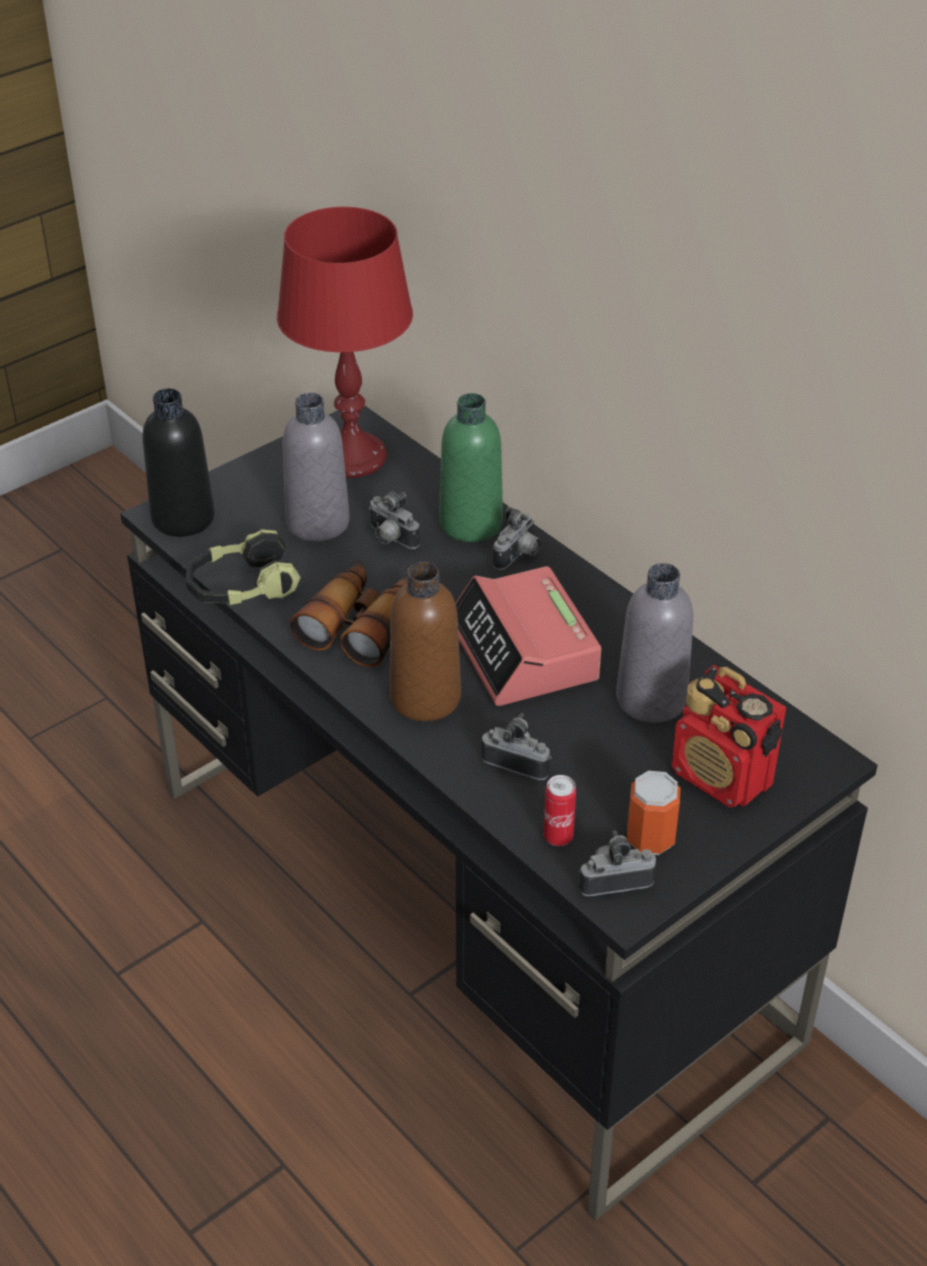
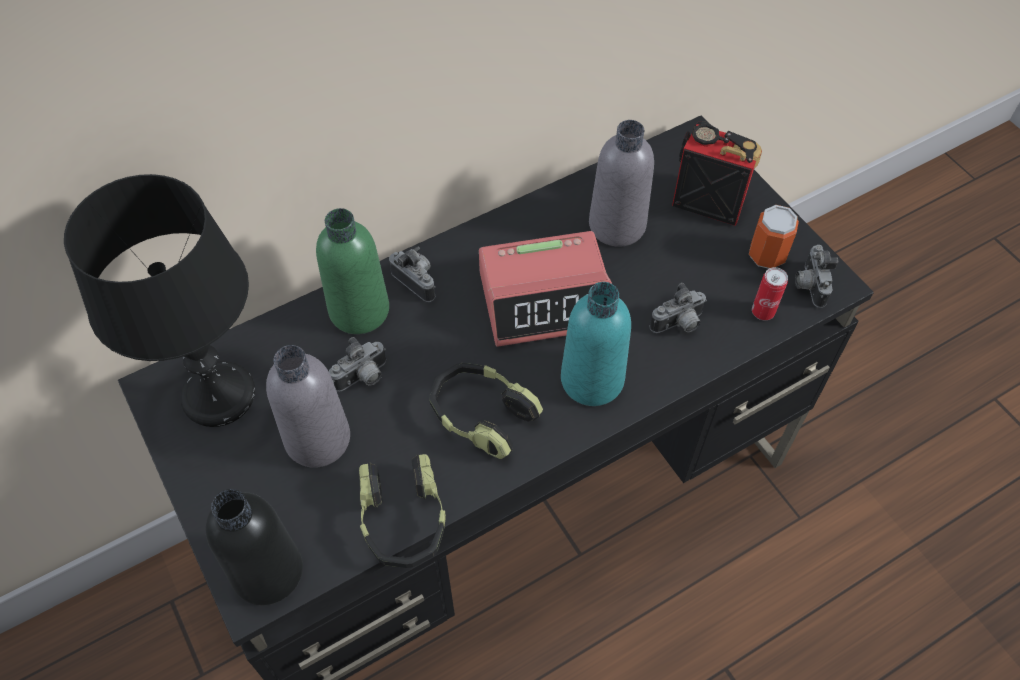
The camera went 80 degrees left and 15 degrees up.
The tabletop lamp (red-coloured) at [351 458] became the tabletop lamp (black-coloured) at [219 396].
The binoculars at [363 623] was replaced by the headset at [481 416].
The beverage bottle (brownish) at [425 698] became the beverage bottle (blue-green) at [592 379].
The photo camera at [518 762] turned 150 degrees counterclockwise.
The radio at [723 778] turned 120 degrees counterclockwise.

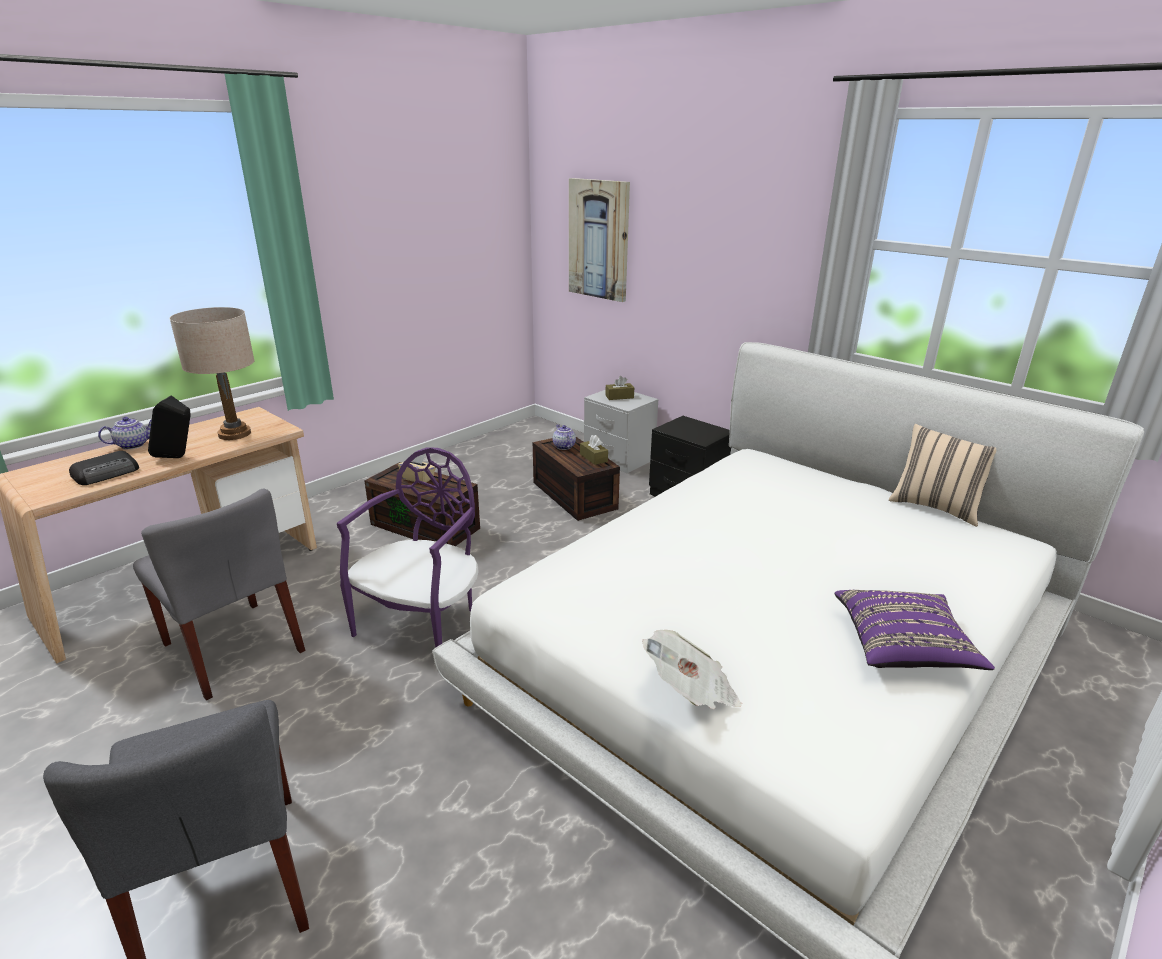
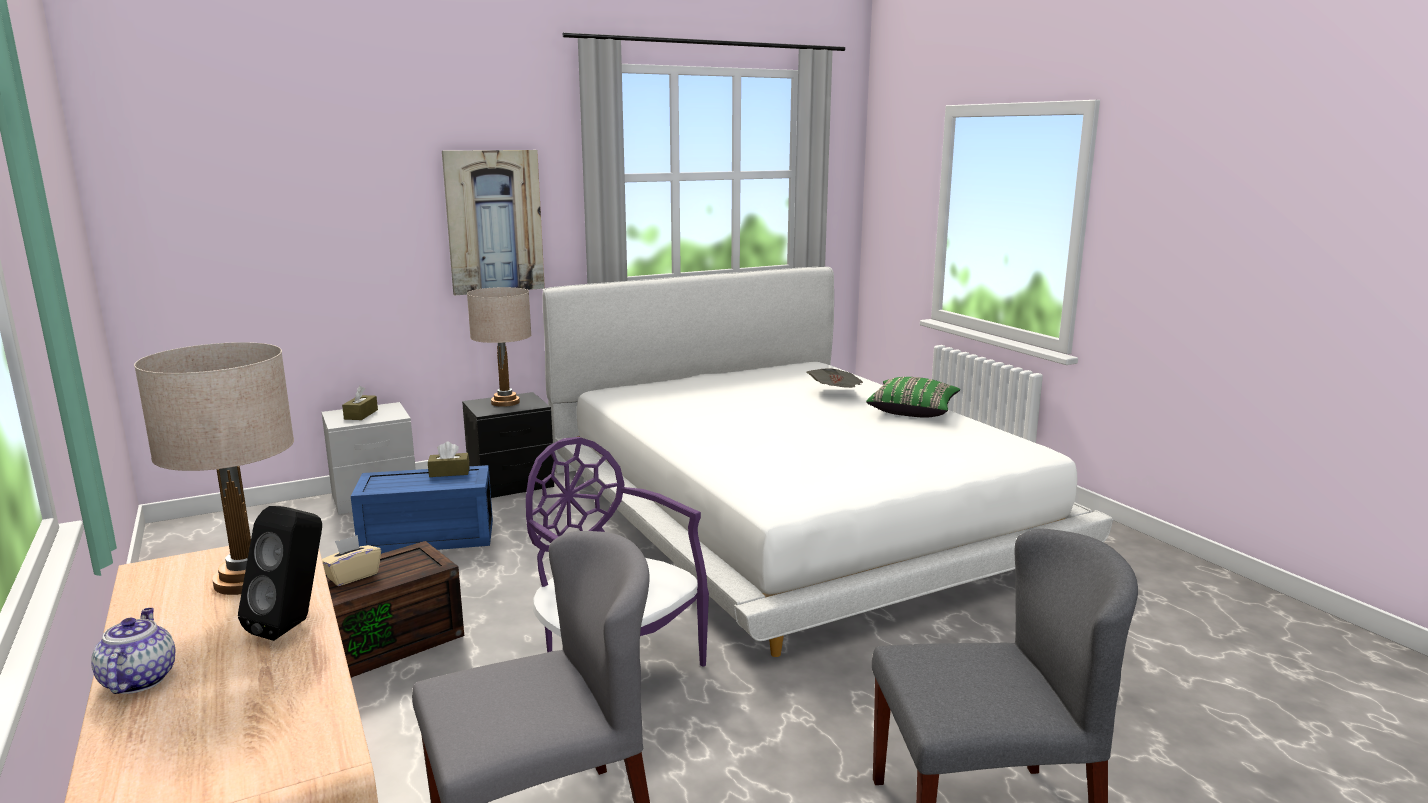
The camera went 70 degrees left and 10 degrees down.
The storage bin (brownish) at [572 495] became the storage bin (blue-coloured) at [426 538].
The wall art moved from [599 239] to [494 222].
The tabletop lamp (beige) at [505 402] appeared.
The newspaper moved from [691 691] to [835 393].
The throw pillow (purplish) at [903 647] became the throw pillow (green) at [913 411].
The radio at [107 473] disappeared.
The teapot at [563 446] disappeared.
The throw pillow (beige) at [935 507] disappeared.

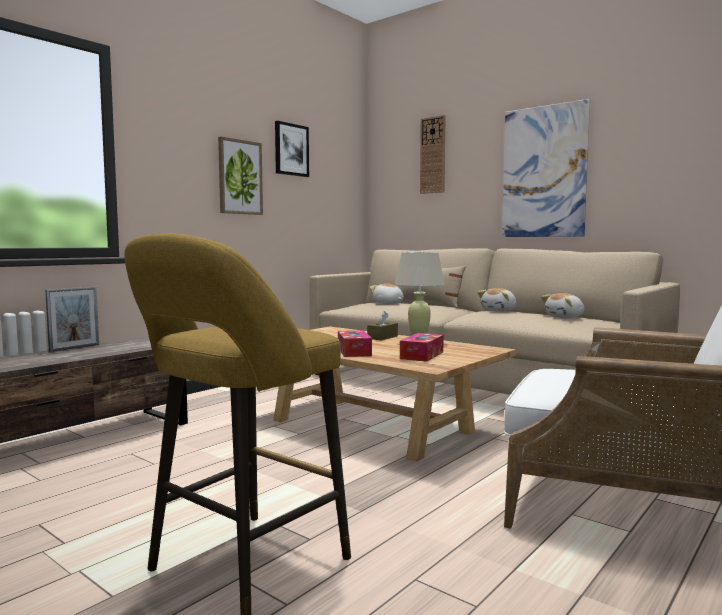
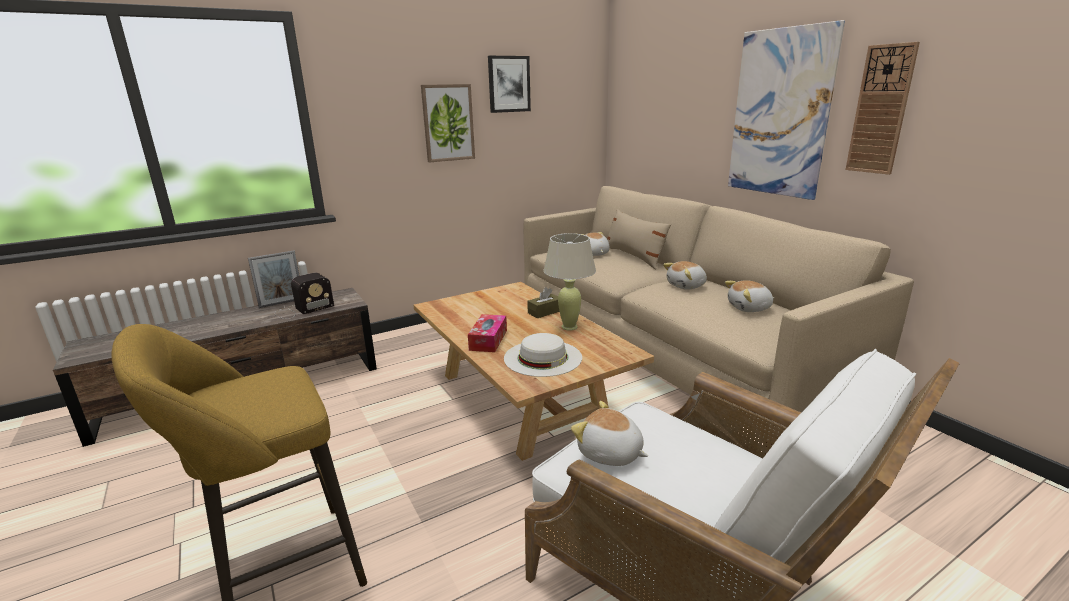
The camera went 20 degrees right and 15 degrees up.
The radio at [302 309] appeared.
The tissue box at [422 355] was replaced by the clothing hat (white) at [543 357].
The cuddly toy at [610 454] appeared.
The hanging clock moved from [433 155] to [880 110].

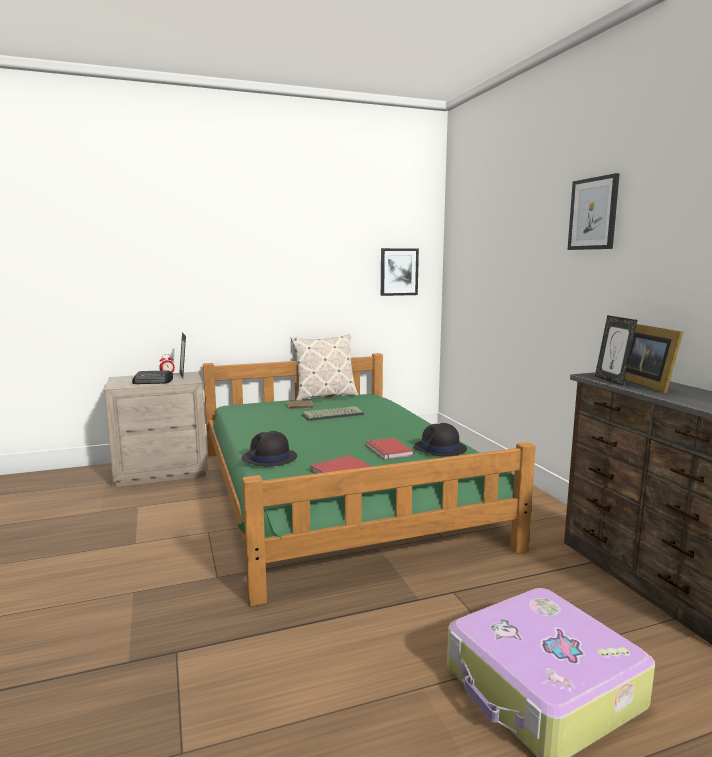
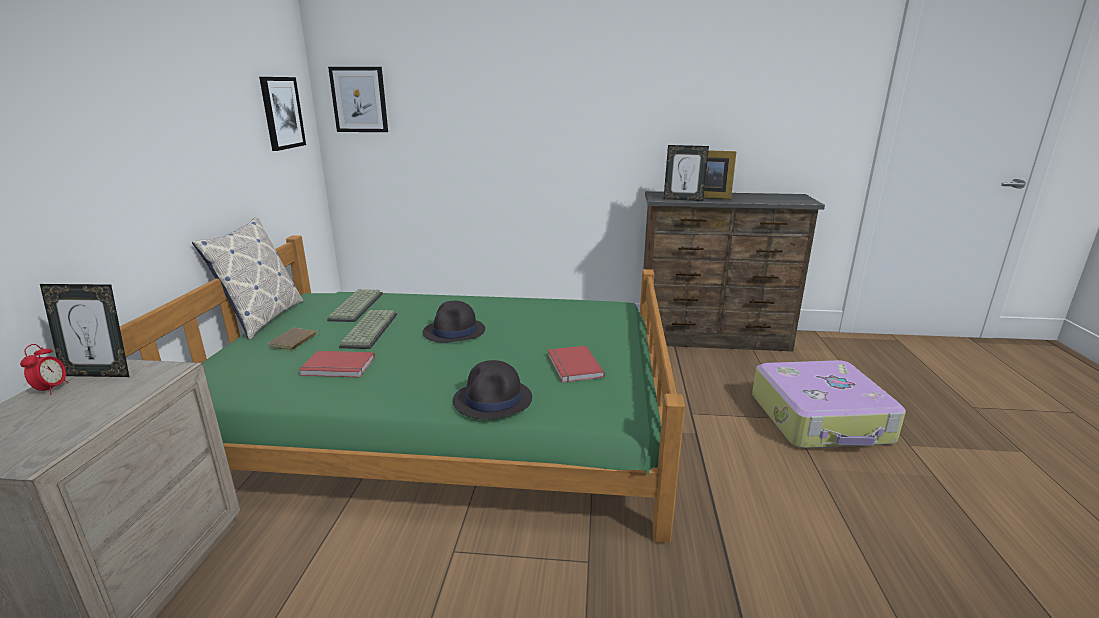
The camera went 65 degrees left and 10 degrees up.
The bound book (red-coloured) moved from [387 450] to [337 367].
The PC keyboard at [355 306] appeared.
The wall art moved from [593 214] to [359 100].
The clothing hat (black-coloured) moved from [440 449] to [454 332].
The radio at [153 381] disappeared.

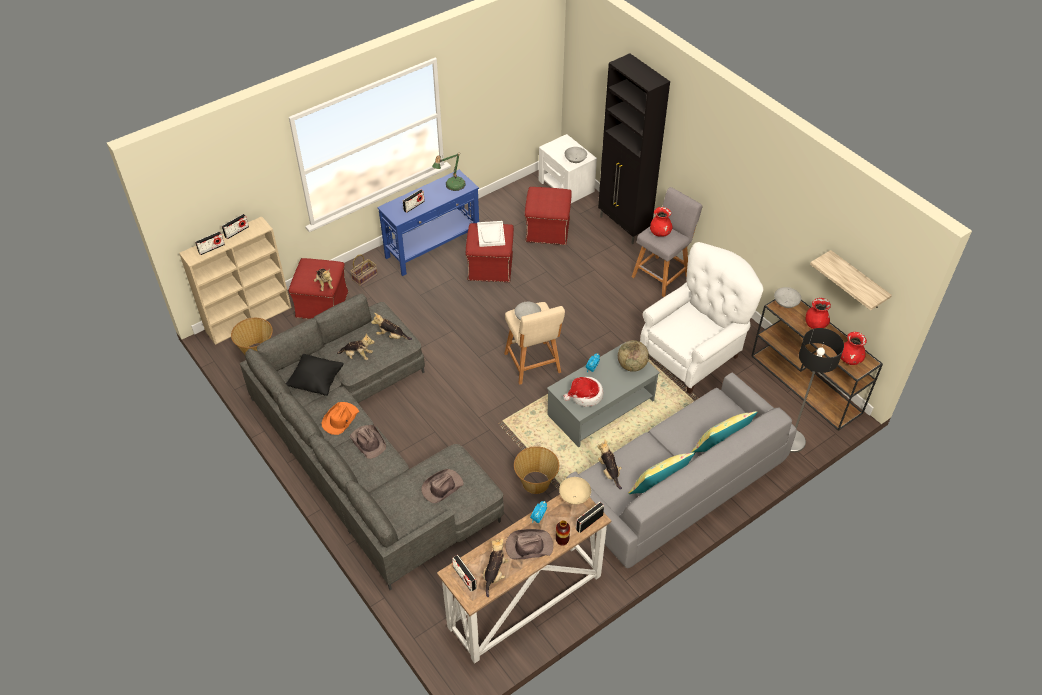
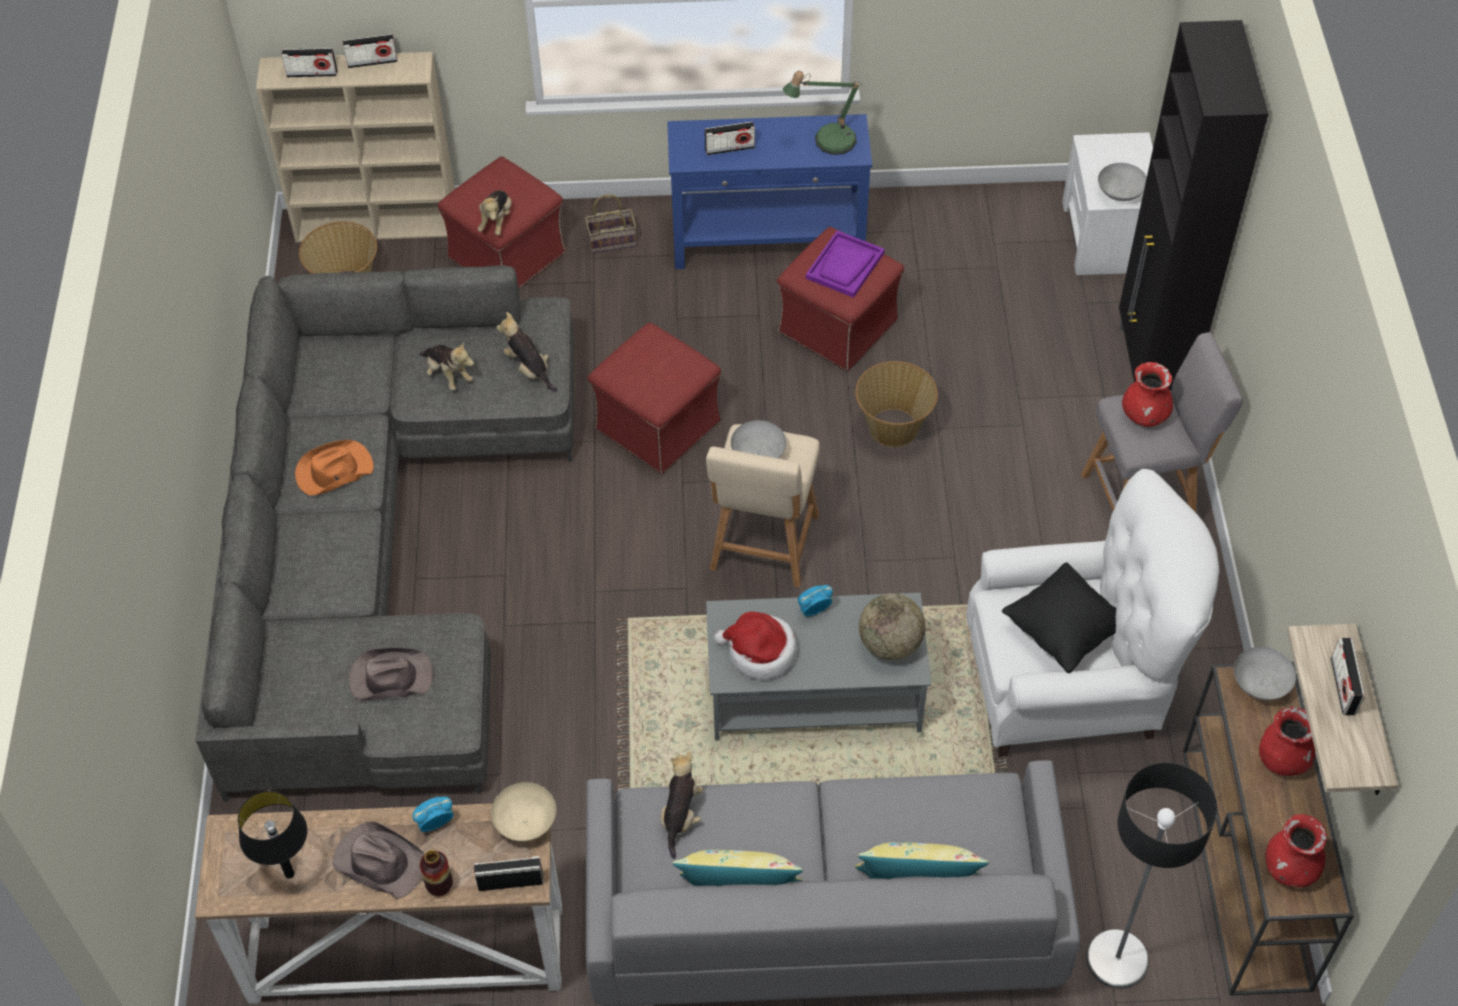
The camera went 35 degrees right and 5 degrees up.
The cuddly toy at [495 573] was replaced by the tabletop lamp (black-coloured) at [289 874].
The ottoman (red-coloured) moved from [547 230] to [656 425].
The serving tray (white) at [491 235] became the serving tray (purplish) at [845 266].
The storage basket moved from [536 483] to [893 428].
The throw pillow (black-coloured) moved from [316 382] to [1064 631].
The radio moved from [464 577] to [1343 686].
The clothing hat (brownish) at [368 442] disappeared.

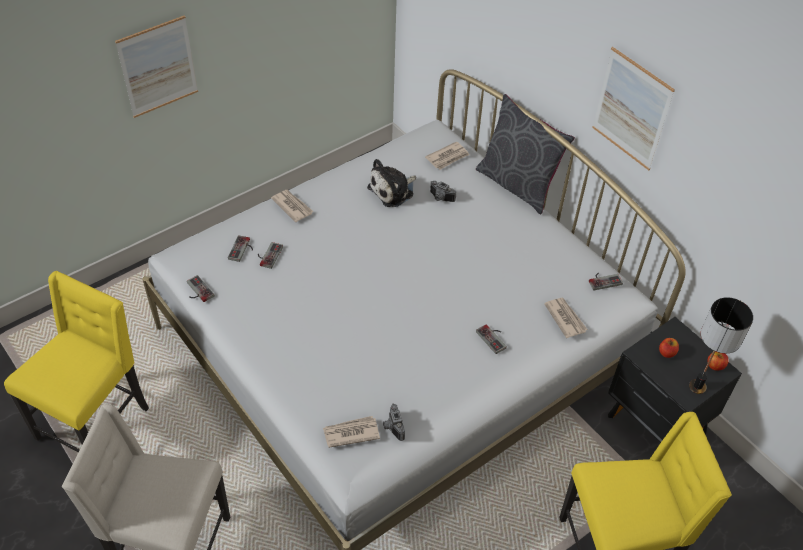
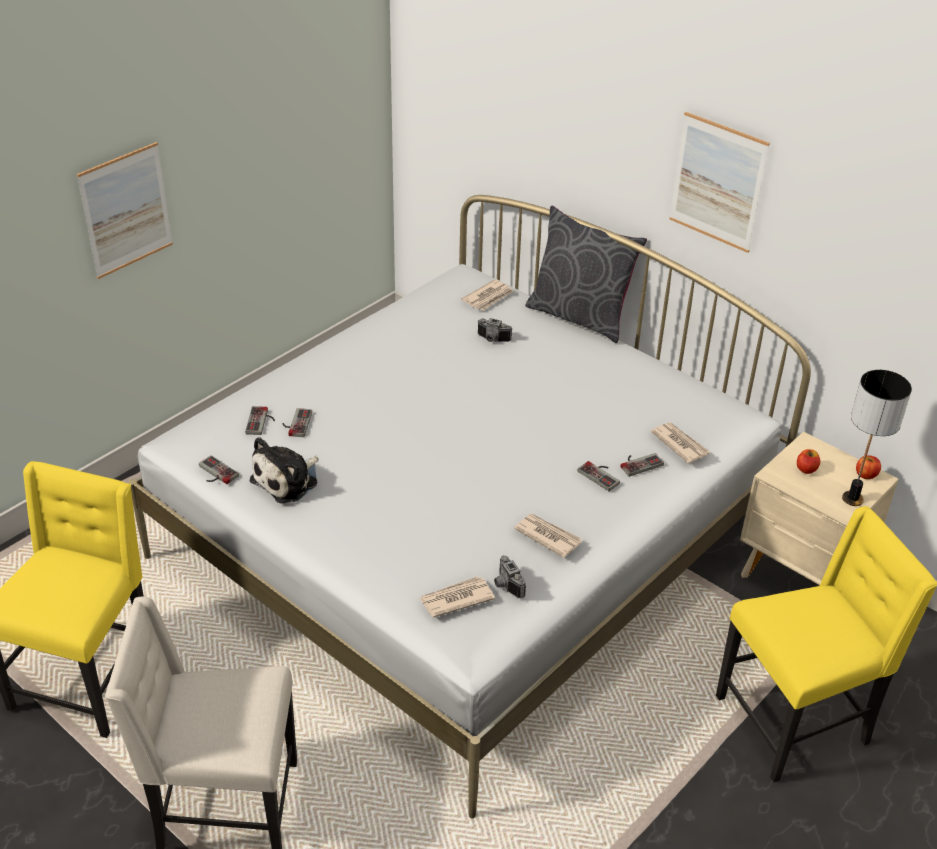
The camera went 10 degrees left and 10 degrees down.
The cuddly toy moved from [393 191] to [288 480].
The newspaper moved from [292 206] to [547 536].
The gamepad moved from [603 280] to [639 463].
The night table (black-coloured) at [656 426] became the night table (beige) at [801 579].

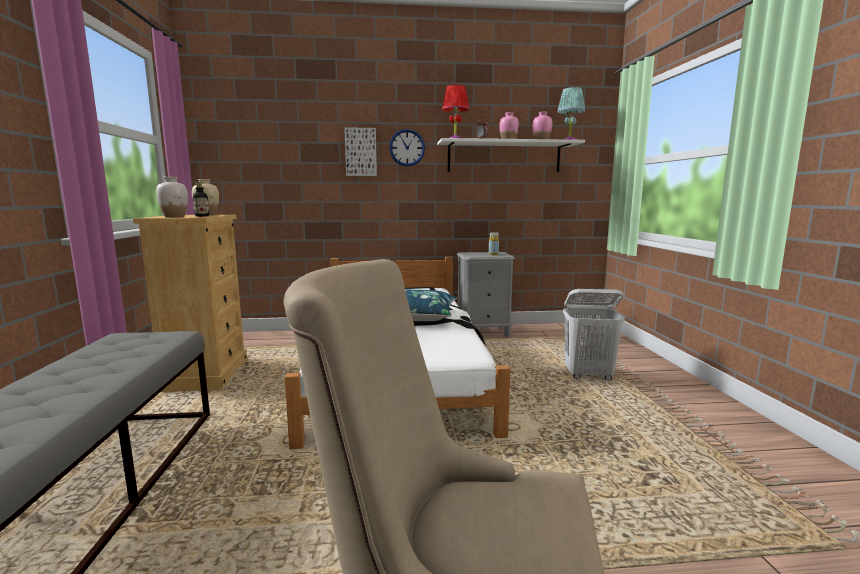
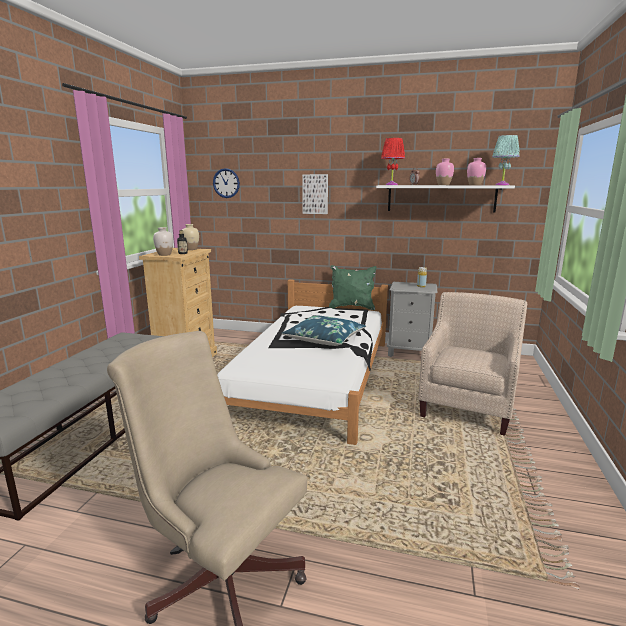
The camera went 20 degrees right and 5 degrees up.
The hanging clock moved from [407 147] to [226 183].
The throw pillow (green) at [352 307] appeared.
The laundry basket (white) at [588 375] was replaced by the easy chair (beige) at [468 407].

